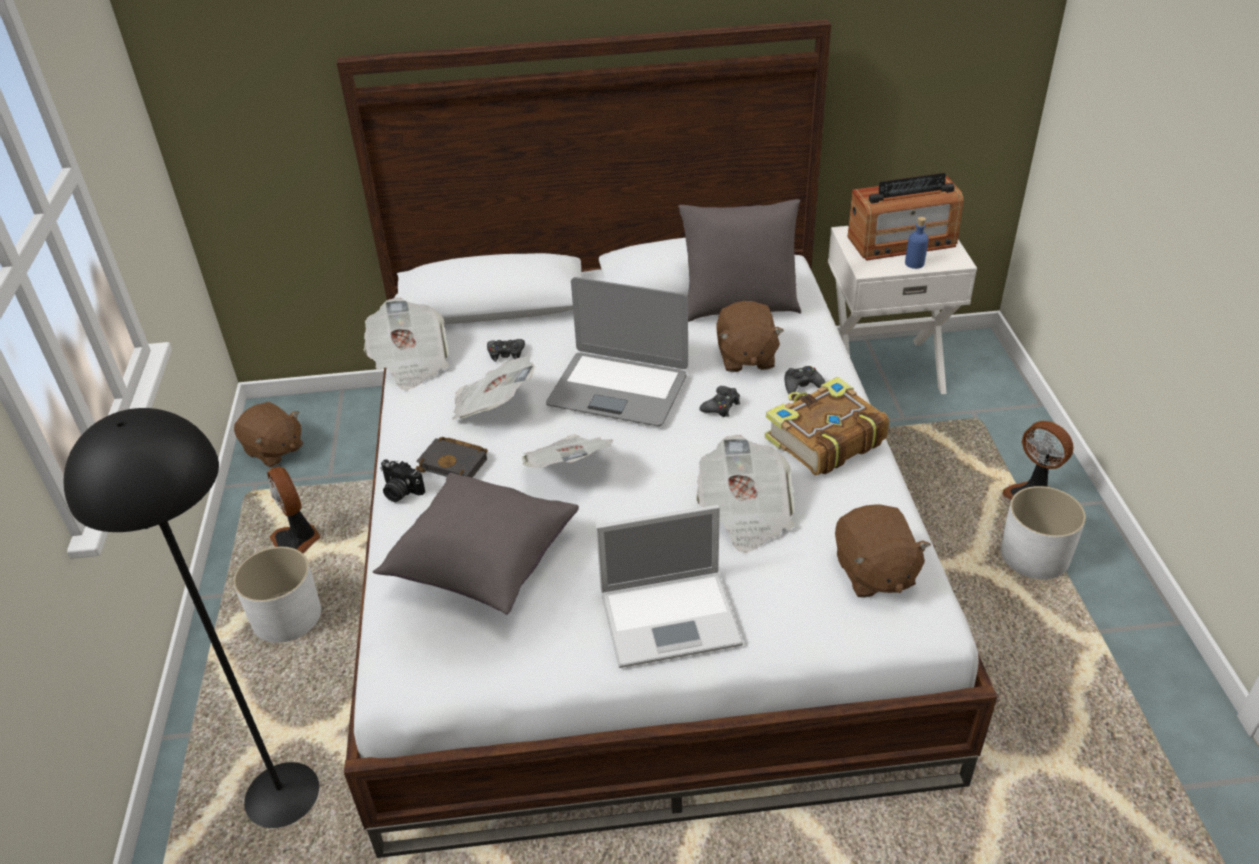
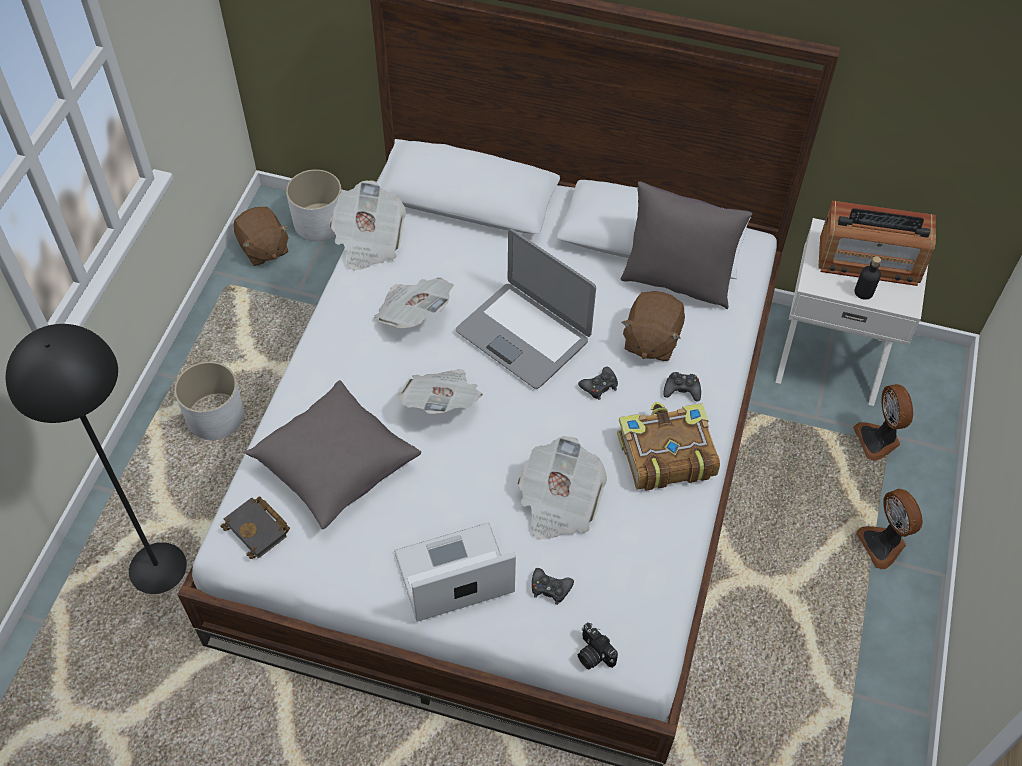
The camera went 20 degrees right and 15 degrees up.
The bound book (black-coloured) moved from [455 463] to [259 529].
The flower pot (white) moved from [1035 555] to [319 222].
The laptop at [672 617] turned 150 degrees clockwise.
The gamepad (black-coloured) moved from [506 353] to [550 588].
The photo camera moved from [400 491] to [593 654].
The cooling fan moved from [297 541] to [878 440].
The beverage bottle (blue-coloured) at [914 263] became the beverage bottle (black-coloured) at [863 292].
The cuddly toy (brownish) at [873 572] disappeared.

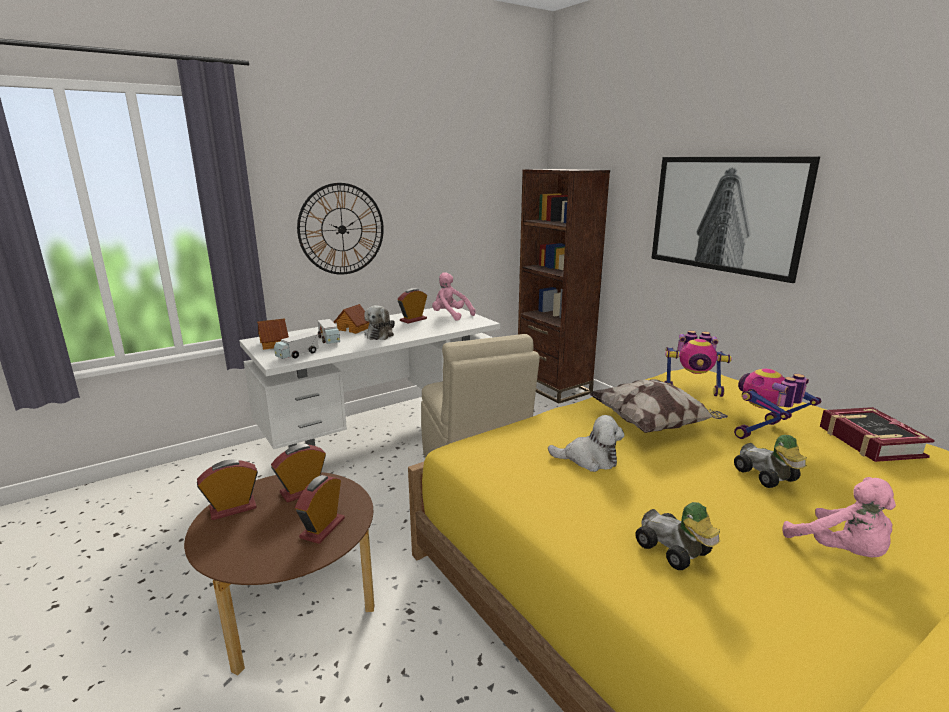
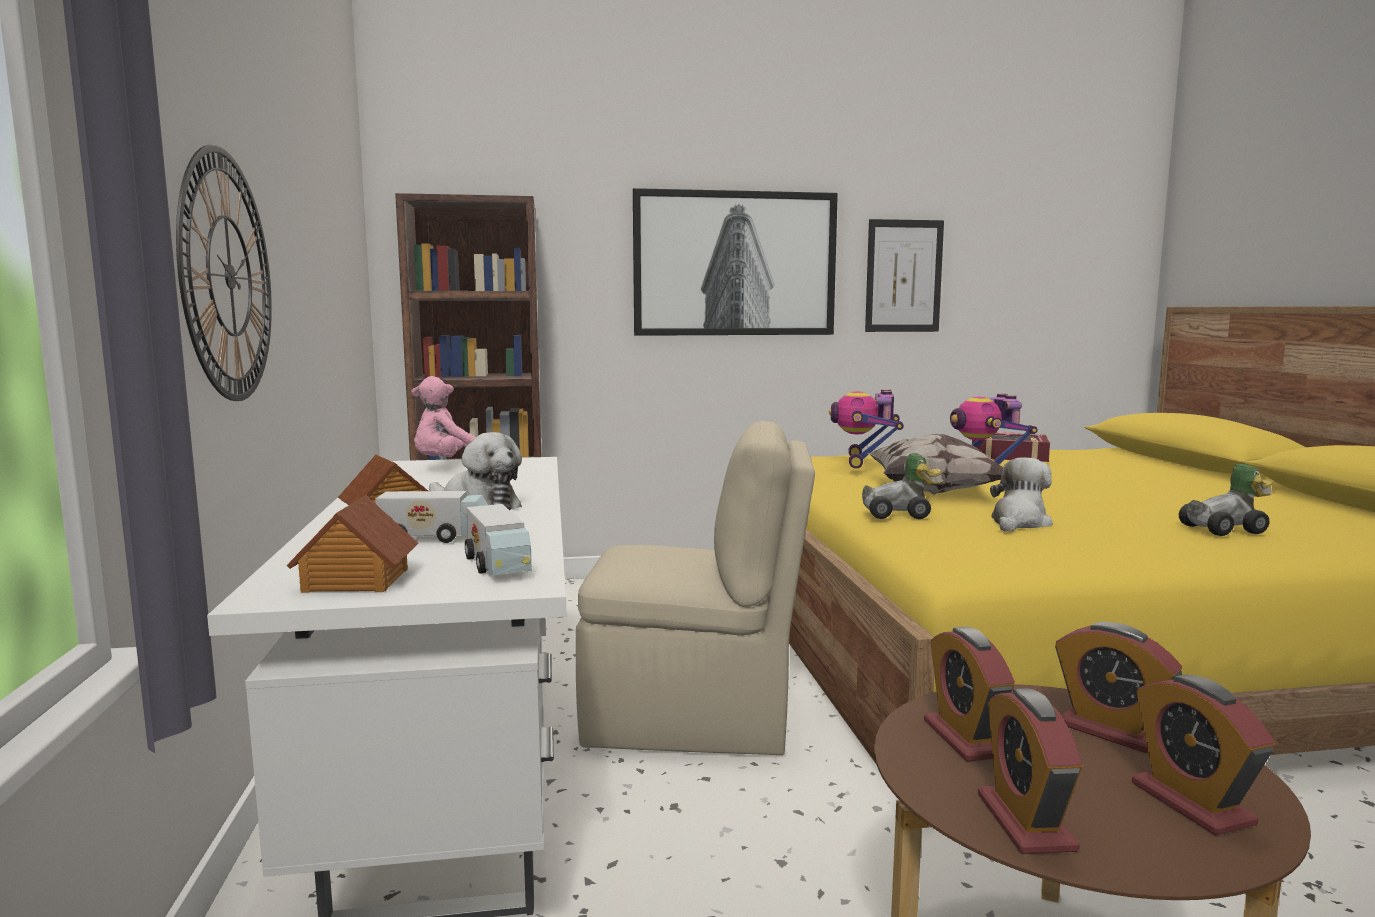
The camera went 65 degrees left and 10 degrees down.
The model robot at [692 390] turned 150 degrees clockwise.
The toy car moved from [766 477] to [900 515].
The wall art at [903 276] appeared.
The alarm clock moved from [413 320] to [1191 803].
The cuddly toy (pink) at [841 551] disappeared.

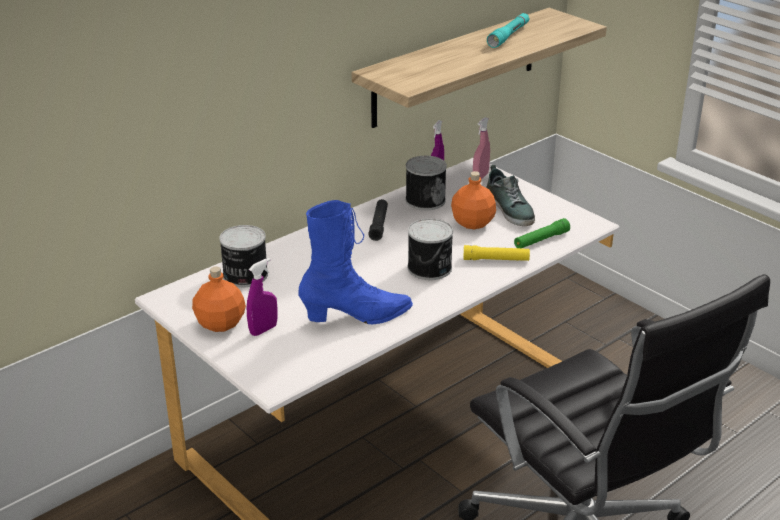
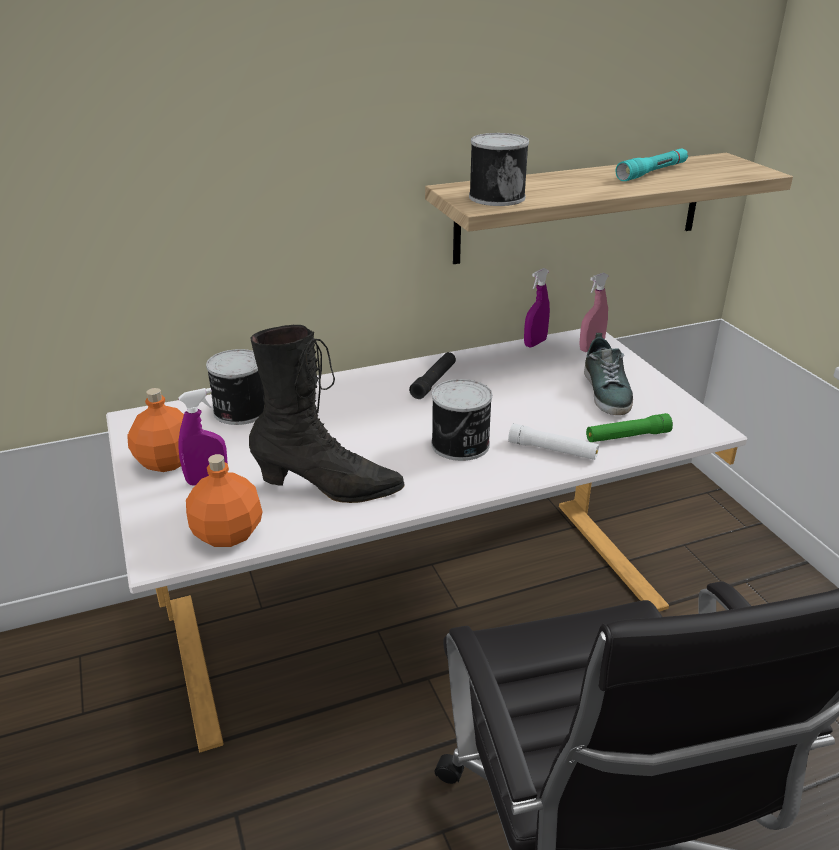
The camera went 20 degrees right and 0 degrees up.
The beverage bottle (orange) moved from [472 222] to [227 533].
The boot (blue-coloured) at [357 317] became the boot (black-coloured) at [328 488].
The can moved from [424 200] to [496 197].
The hand torch (yellowish) at [496 259] became the hand torch (white) at [552 450].

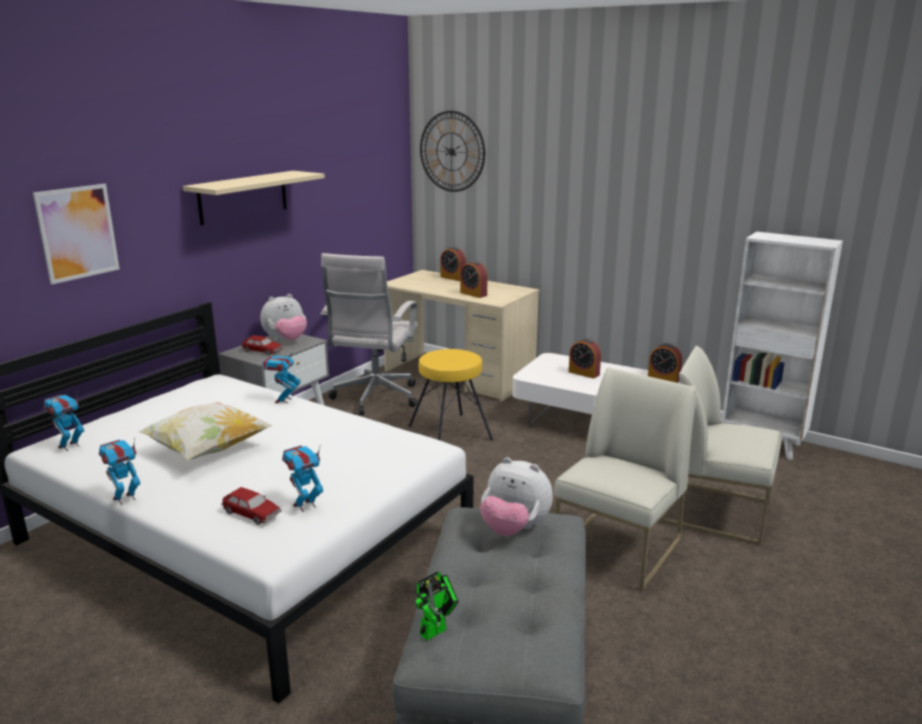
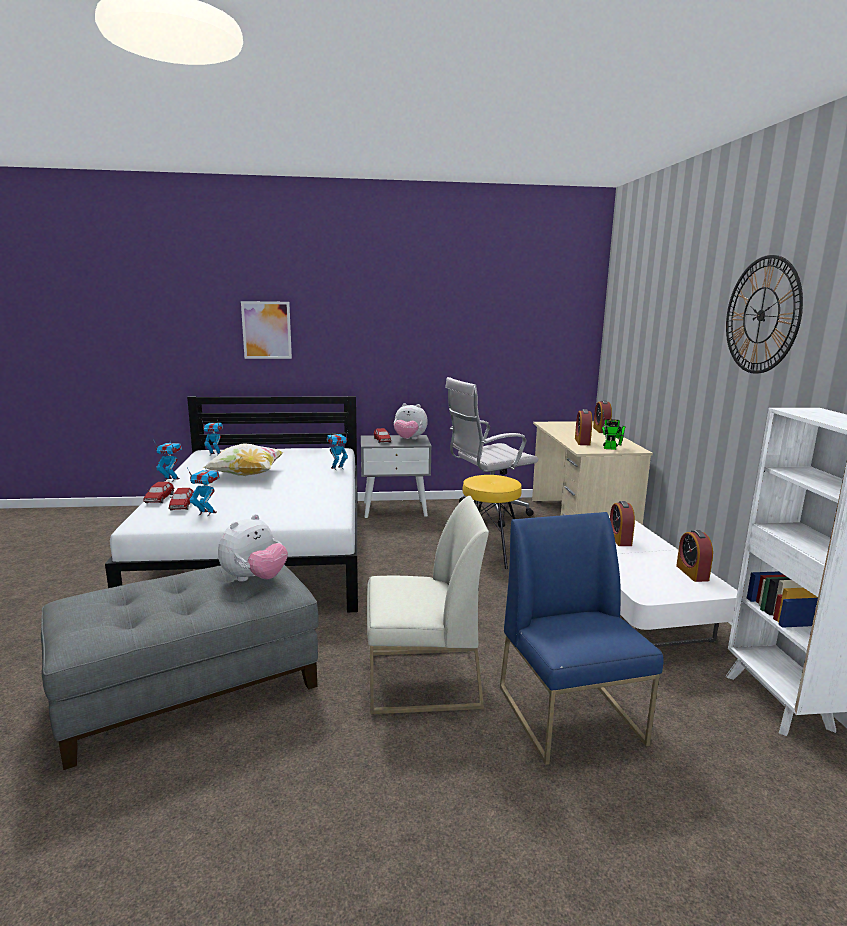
The camera went 50 degrees right and 5 degrees down.
The toy car at [159 499] appeared.
The cuddly toy at [514 529] turned 135 degrees counterclockwise.
The chair (white) at [717 511] became the chair (blue-coloured) at [571 715].
The model robot moved from [436 629] to [612 448].
The hanging clock moved from [451 151] to [761 315].
The shelf (beige) at [243 197] disappeared.

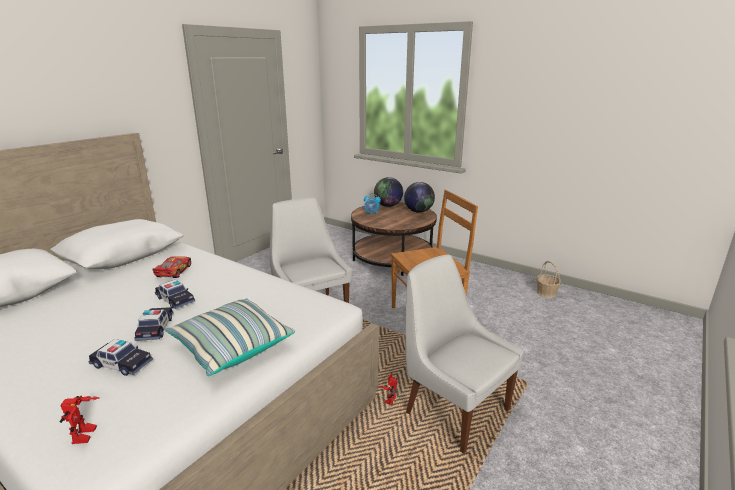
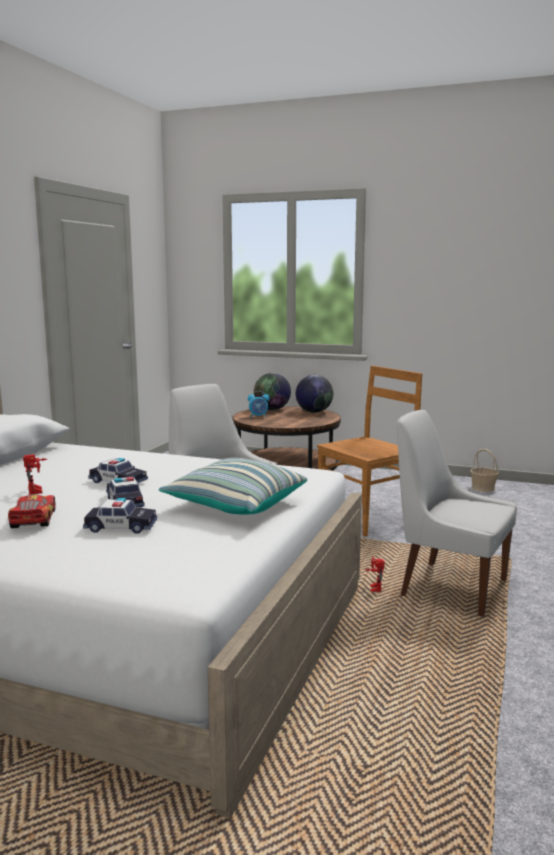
The camera went 15 degrees left and 10 degrees down.
The toy car moved from [173 272] to [33 520].
The model robot moved from [87 436] to [38 491].

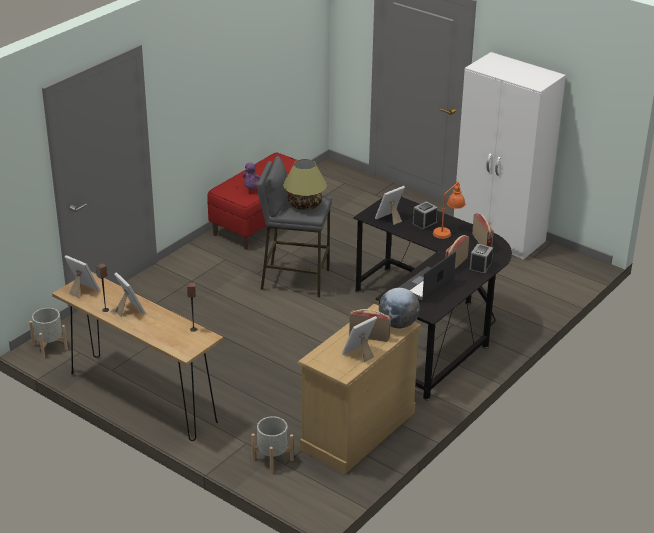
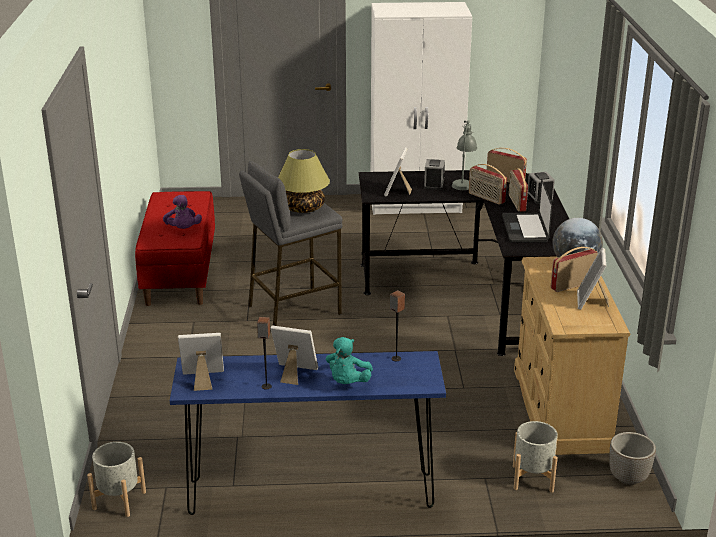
The camera went 40 degrees left and 5 degrees down.
The hall table (brownish) at [142 397] became the hall table (blue-coloured) at [311 494].
The cuddly toy (blue-green) at [348 382] appeared.
The tabletop lamp (orange) at [448 231] became the tabletop lamp (grey) at [463 182].
The radio at [486 198] appeared.
The flower pot at [628 478] appeared.

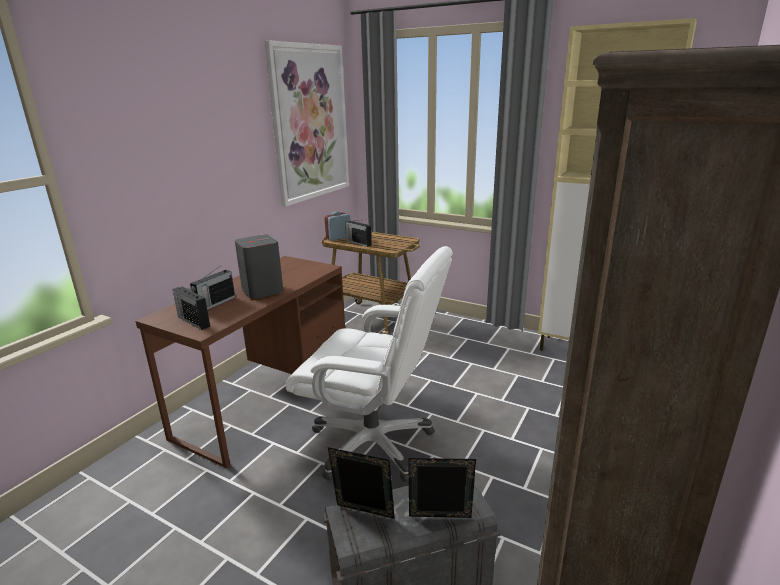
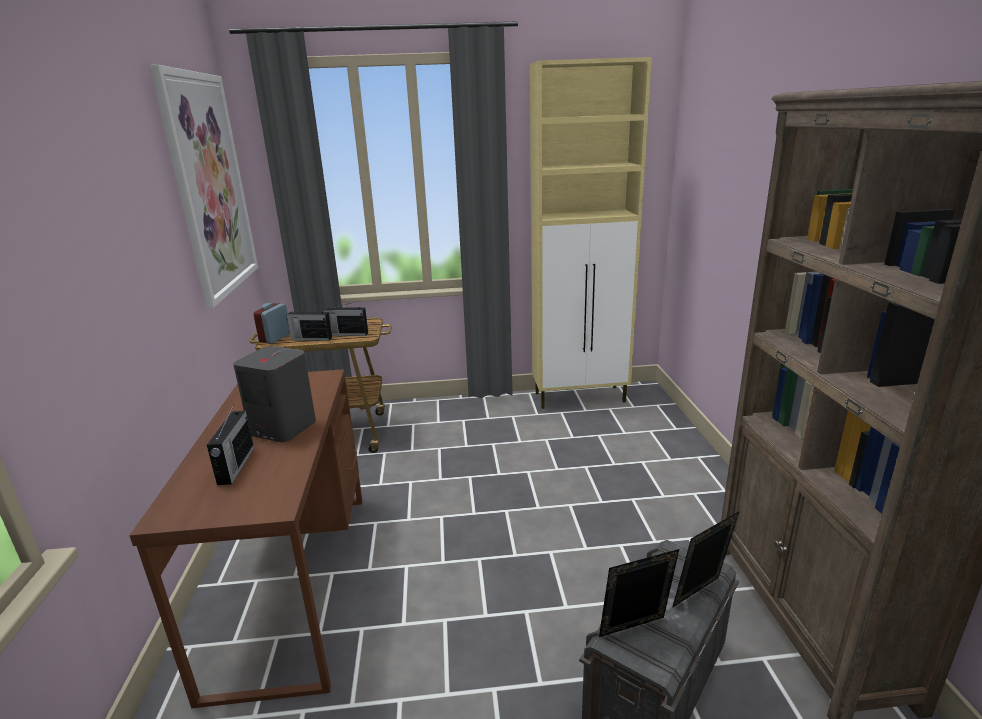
The camera went 35 degrees left and 0 degrees up.
The radio moved from [193 321] to [347 334].
The computer chair (white) at [373 443] disappeared.

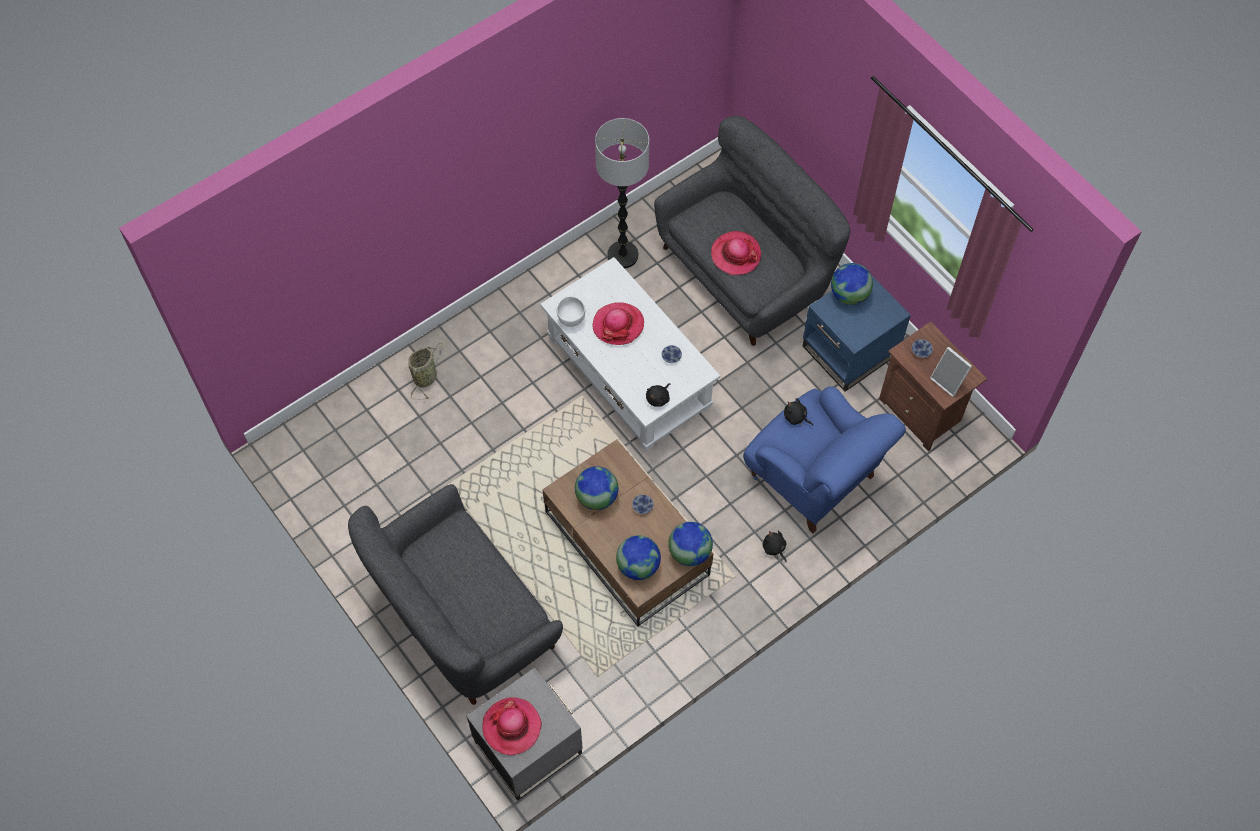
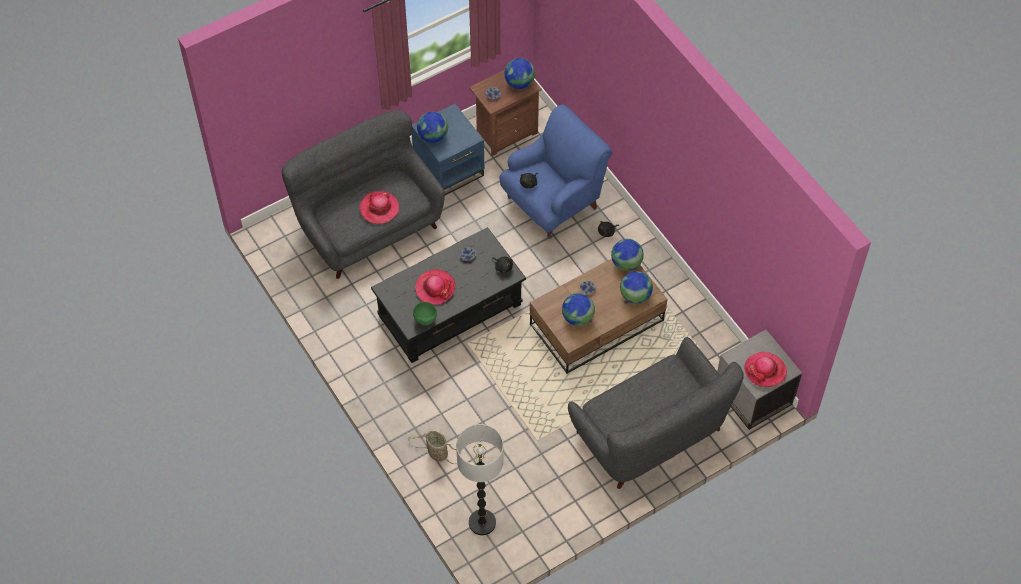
The camera went 85 degrees left and 5 degrees down.
The lounge table (white) at [629 373] became the lounge table (black-coloured) at [450 310].
The bowl (white) at [571 318] became the bowl (green) at [425 319].
The standing lamp moved from [623 255] to [482 522].
The standing frame at [948 381] was replaced by the globe at [519 83].

